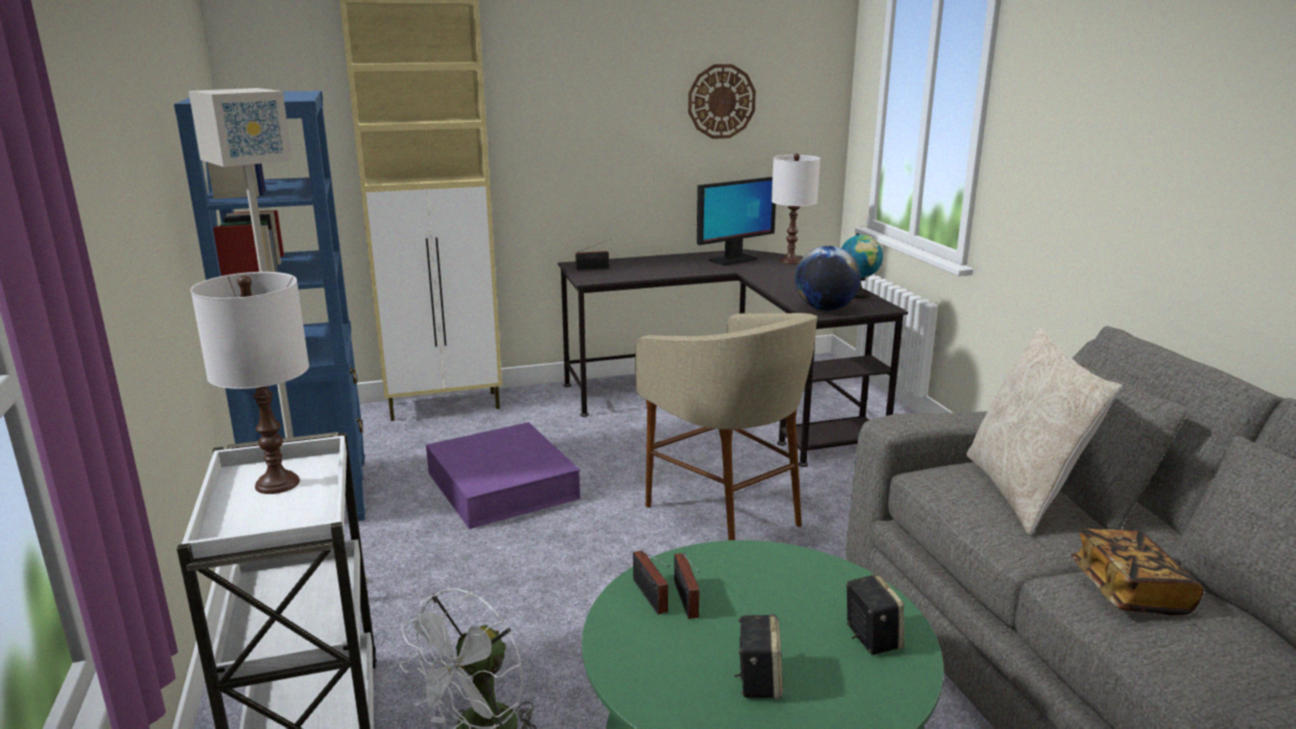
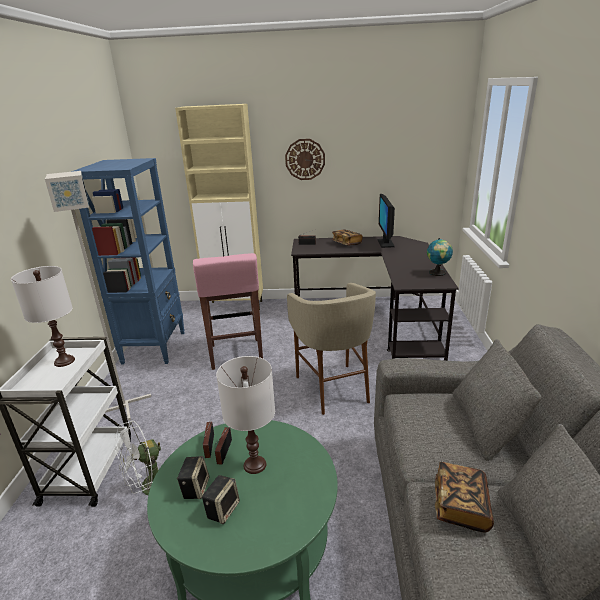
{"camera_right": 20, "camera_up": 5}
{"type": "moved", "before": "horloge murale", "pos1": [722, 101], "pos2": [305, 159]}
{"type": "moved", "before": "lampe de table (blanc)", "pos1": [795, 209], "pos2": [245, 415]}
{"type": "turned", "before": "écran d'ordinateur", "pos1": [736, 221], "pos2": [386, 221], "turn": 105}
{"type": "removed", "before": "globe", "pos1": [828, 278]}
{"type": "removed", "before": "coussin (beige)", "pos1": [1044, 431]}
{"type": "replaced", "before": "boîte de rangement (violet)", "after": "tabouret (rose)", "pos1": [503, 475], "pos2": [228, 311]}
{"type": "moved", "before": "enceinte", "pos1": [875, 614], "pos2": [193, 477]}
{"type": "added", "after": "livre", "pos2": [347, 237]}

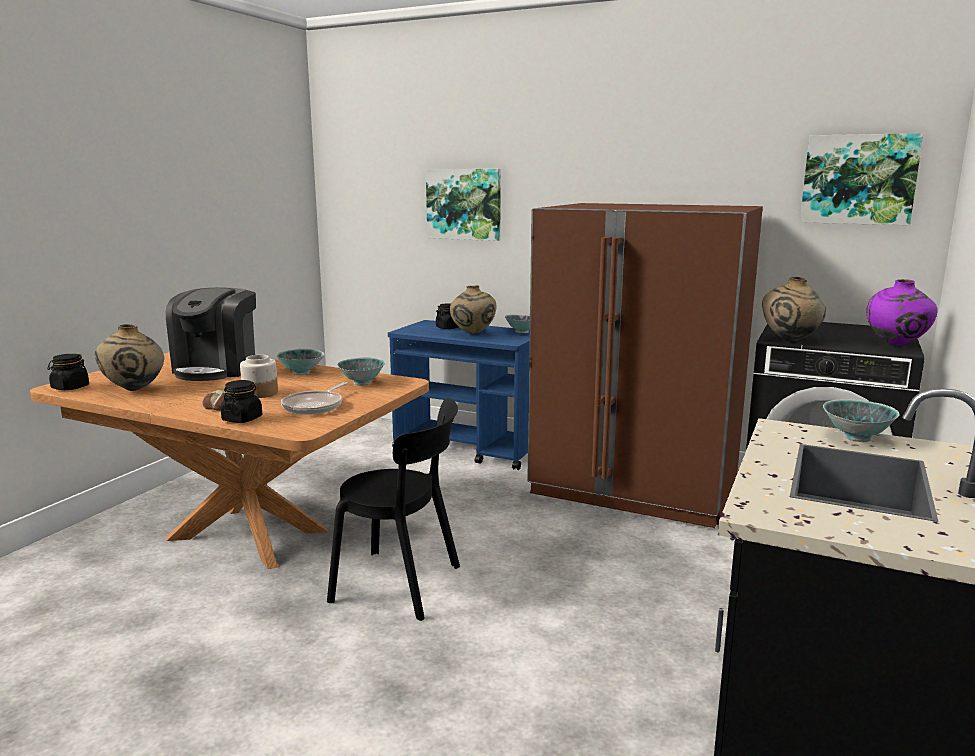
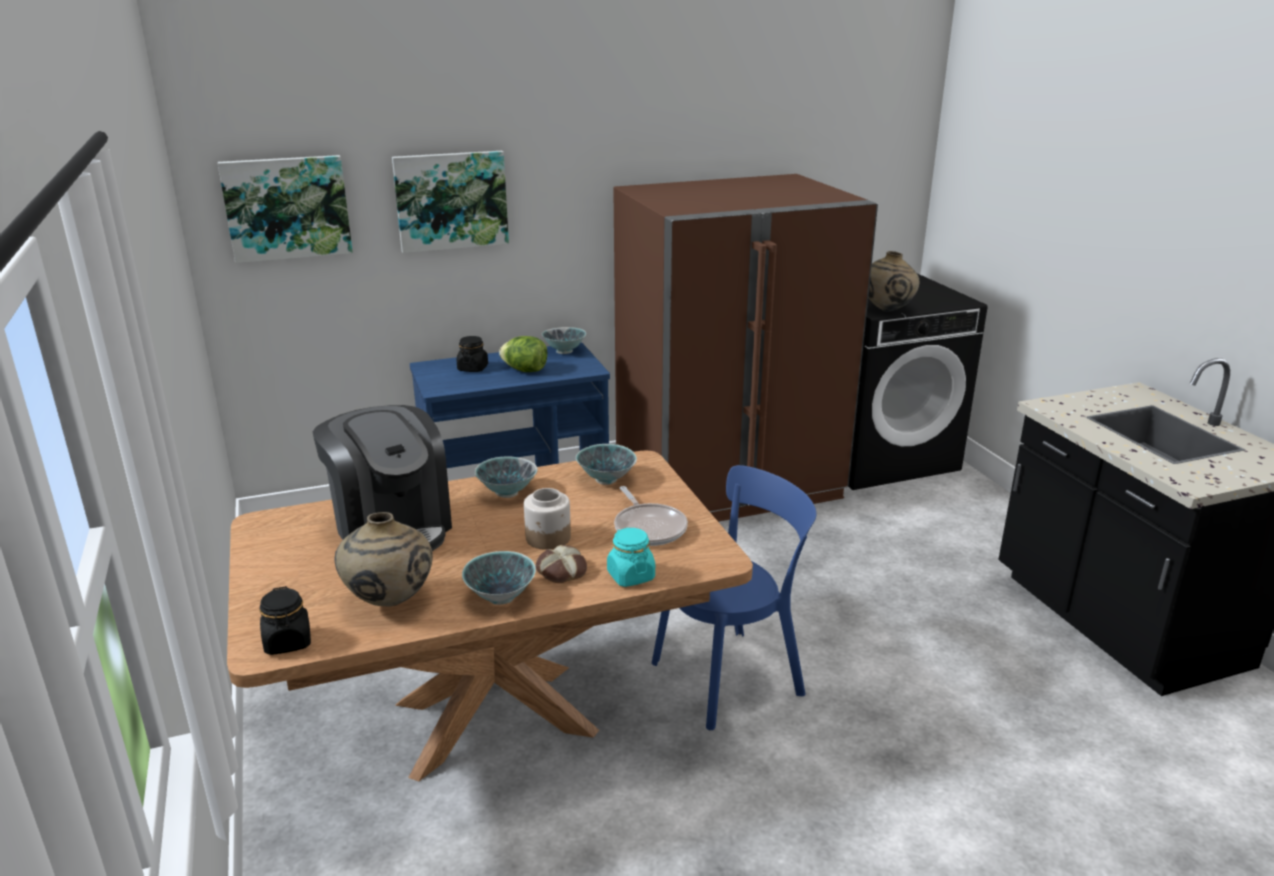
{"camera_right": -45, "camera_up": 10}
{"type": "moved", "before": "tableau", "pos1": [862, 179], "pos2": [285, 209]}
{"type": "removed", "before": "vase (violet)", "pos1": [902, 312]}
{"type": "replaced", "before": "vase (beige)", "after": "laitue", "pos1": [473, 310], "pos2": [523, 354]}
{"type": "recoloured", "before": "bocal (noir)", "after": "bocal (turquoise)", "pos1": [241, 401], "pos2": [631, 557]}
{"type": "recoloured", "before": "chaise (noir)", "after": "chaise (bleu)", "pos1": [393, 509], "pos2": [734, 597]}
{"type": "moved", "before": "bol", "pos1": [861, 420], "pos2": [499, 578]}

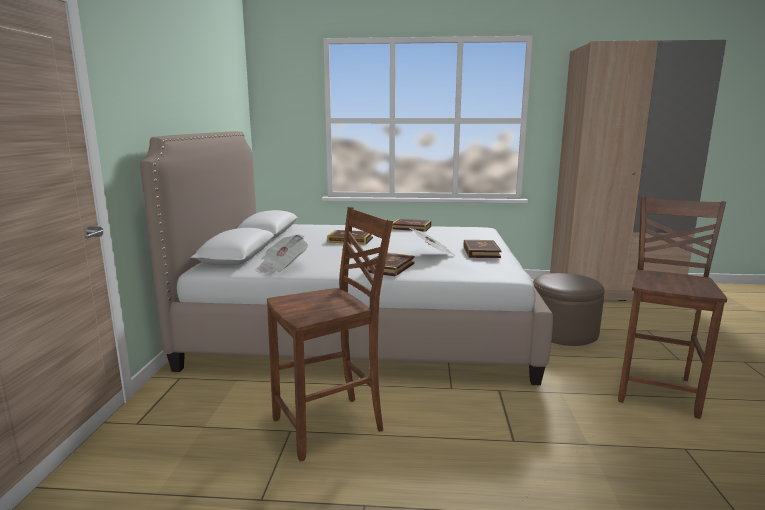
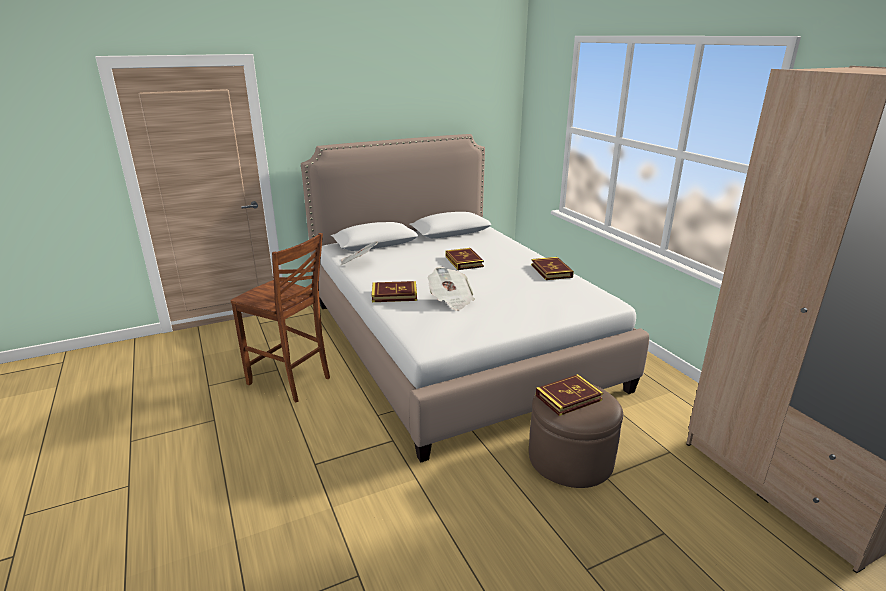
{"camera_right": 60, "camera_up": 10}
{"type": "removed", "before": "chaise (marron)", "pos1": [672, 308]}
{"type": "moved", "before": "livre", "pos1": [482, 249], "pos2": [569, 395]}

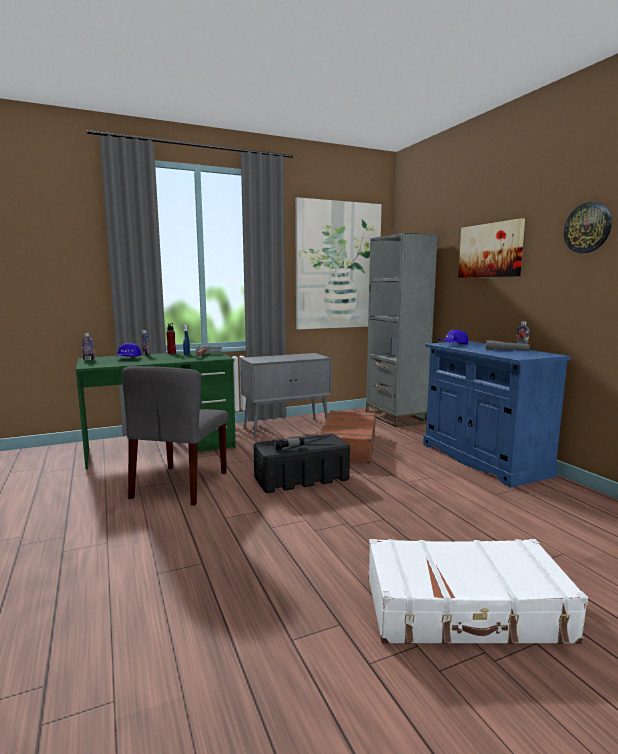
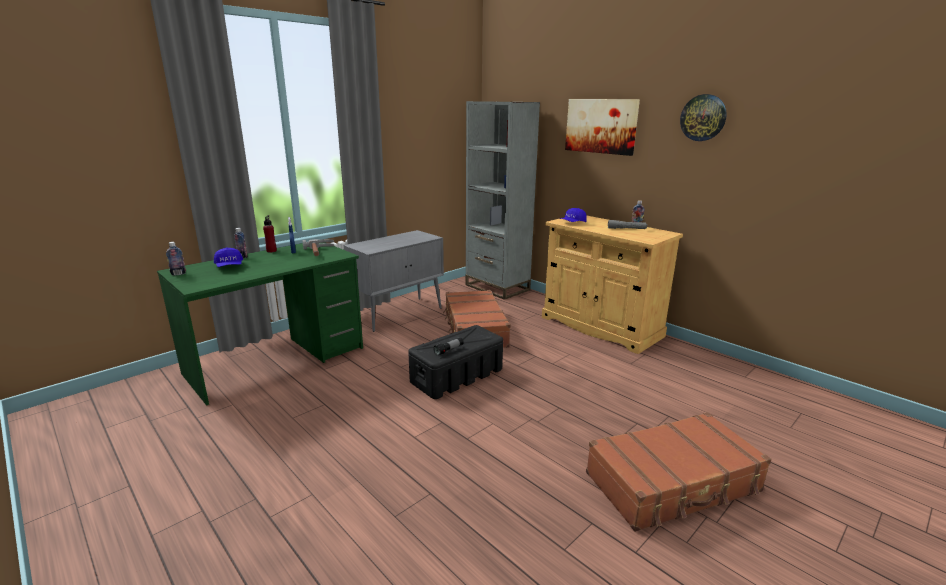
{"camera_right": -20, "camera_up": 10}
{"type": "removed", "before": "tableau", "pos1": [338, 263]}
{"type": "recoloured", "before": "meuble de rangement (bleu)", "after": "meuble de rangement (beige)", "pos1": [497, 414], "pos2": [612, 284]}
{"type": "removed", "before": "chaise (gris)", "pos1": [175, 436]}
{"type": "recoloured", "before": "valise (blanc)", "after": "valise (marron)", "pos1": [478, 591], "pos2": [678, 472]}

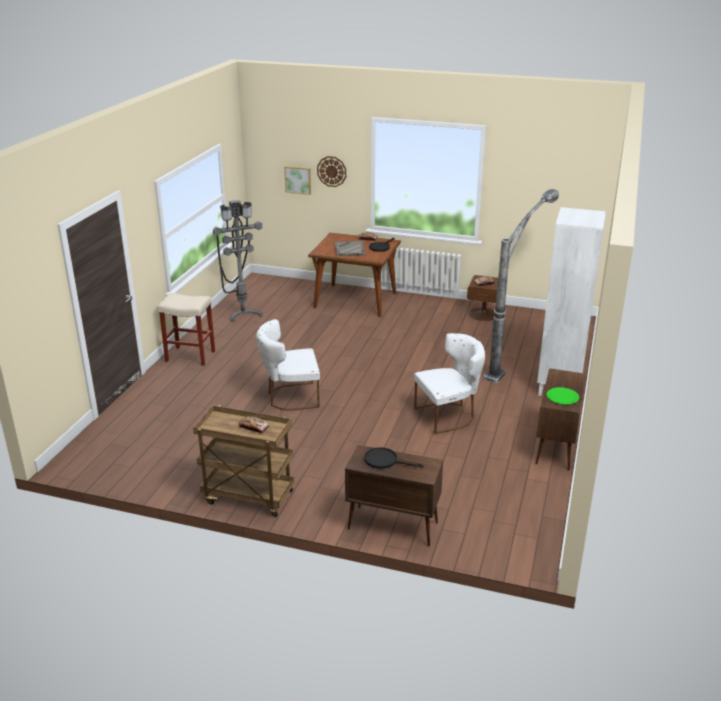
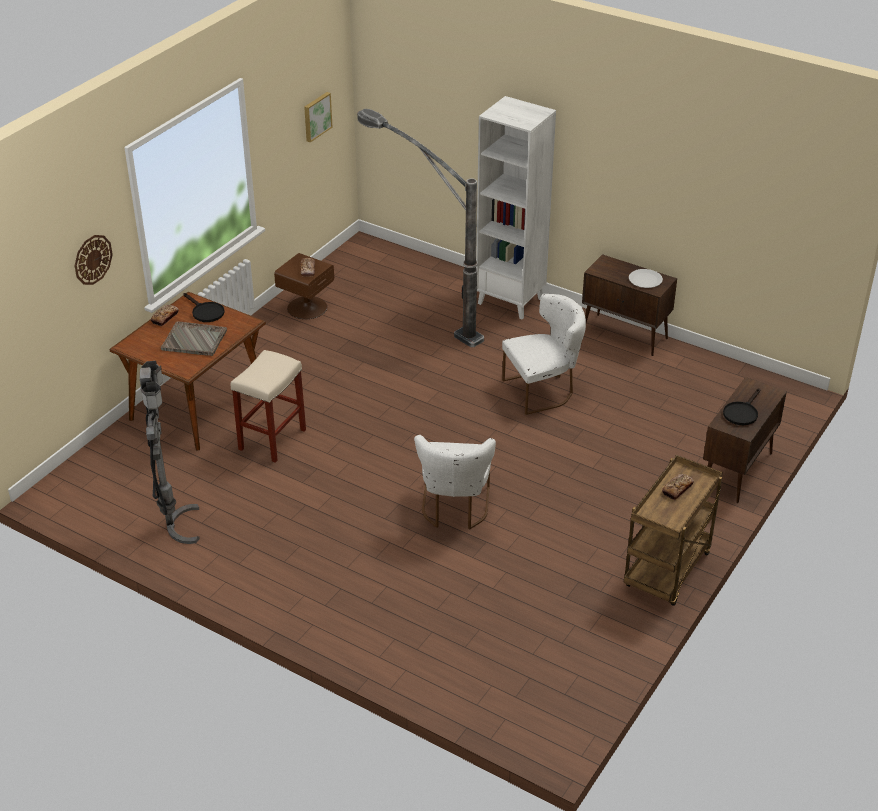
{"camera_right": -75, "camera_up": 10}
{"type": "moved", "before": "tableau", "pos1": [297, 180], "pos2": [318, 117]}
{"type": "moved", "before": "tabouret (beige)", "pos1": [186, 329], "pos2": [268, 406]}
{"type": "turned", "before": "chaise (blanc)", "pos1": [449, 383], "pos2": [544, 354], "turn": 75}
{"type": "recoloured", "before": "assiette (vert)", "after": "assiette (blanc)", "pos1": [562, 395], "pos2": [646, 278]}

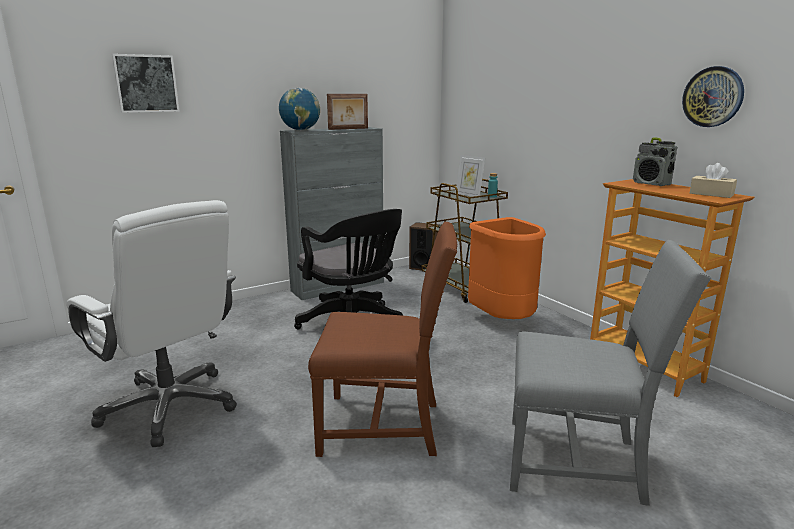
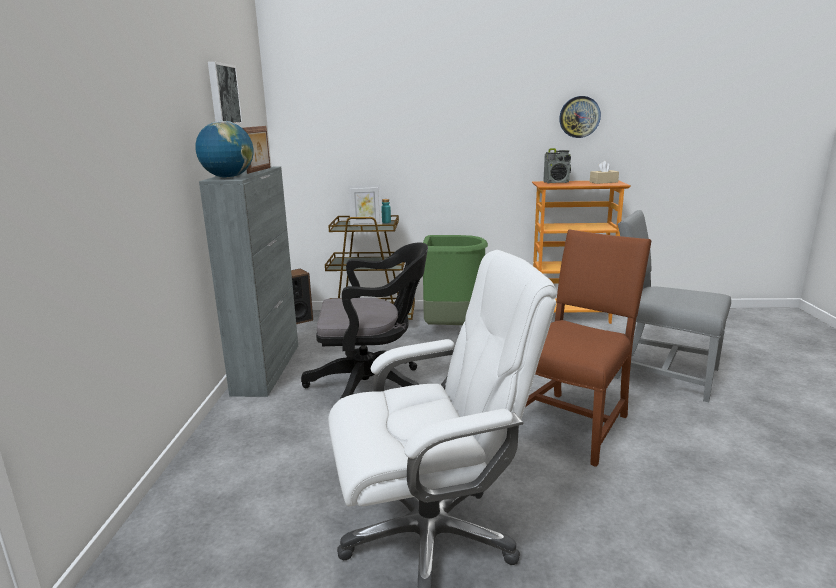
{"camera_right": -55, "camera_up": 0}
{"type": "moved", "before": "tableau", "pos1": [146, 83], "pos2": [225, 93]}
{"type": "recoloured", "before": "poubelle (orange)", "after": "poubelle (vert)", "pos1": [507, 268], "pos2": [455, 280]}
{"type": "turned", "before": "chaise (gris)", "pos1": [610, 373], "pos2": [672, 306], "turn": -105}

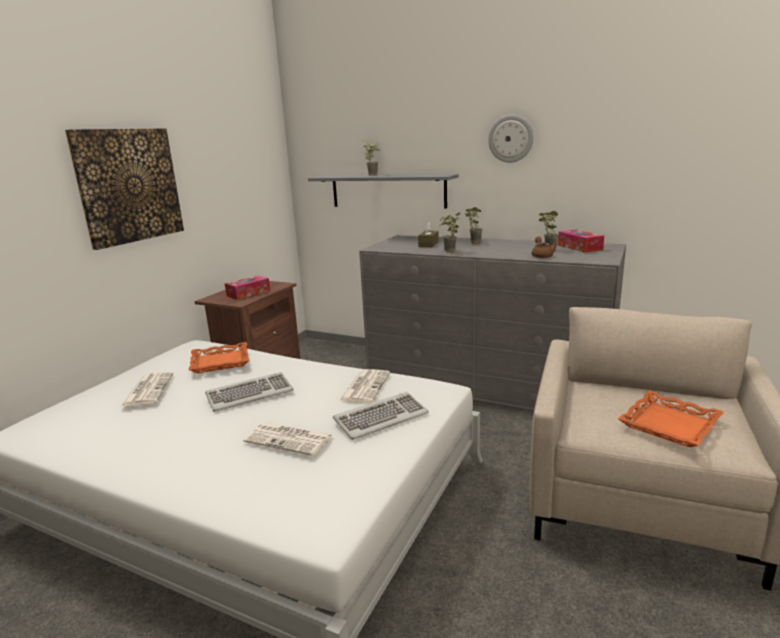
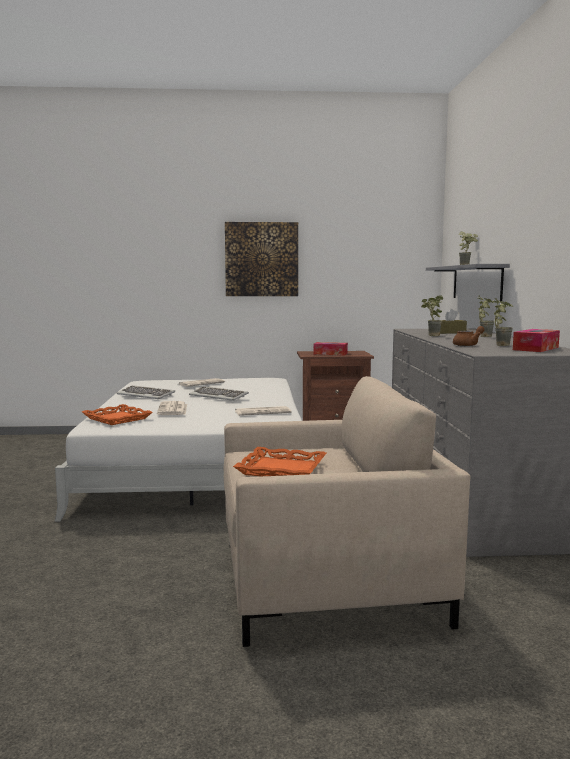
{"camera_right": 60, "camera_up": -10}
{"type": "removed", "before": "horloge murale", "pos1": [511, 139]}
{"type": "moved", "before": "plateau (orange)", "pos1": [219, 357], "pos2": [117, 414]}
{"type": "moved", "before": "clavier", "pos1": [381, 416], "pos2": [145, 392]}

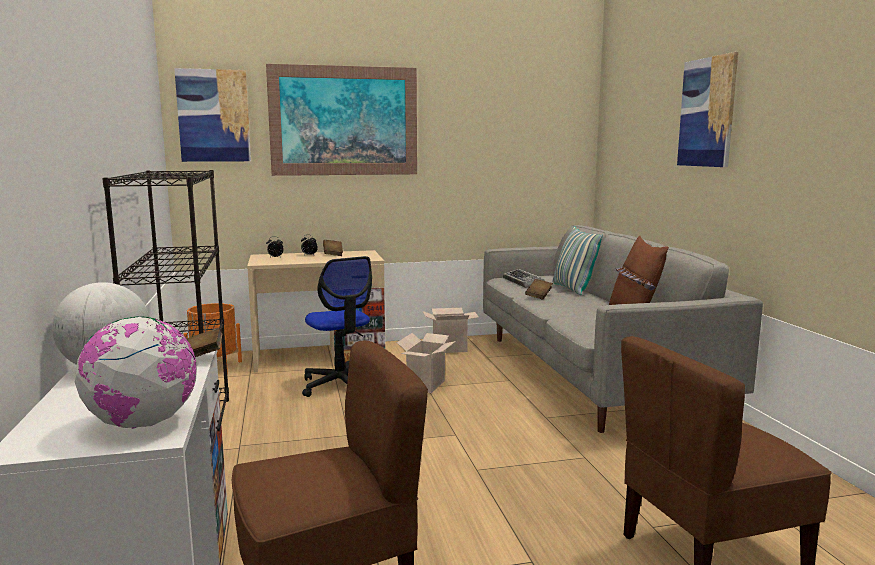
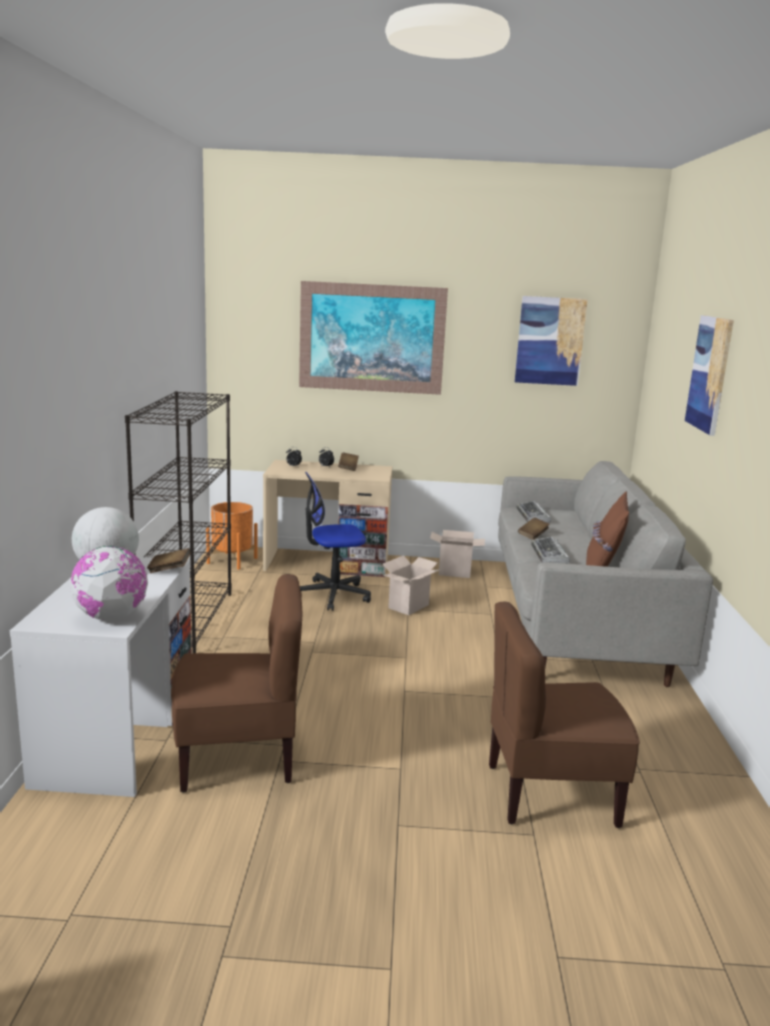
{"camera_right": 15, "camera_up": 5}
{"type": "moved", "before": "tableau", "pos1": [212, 115], "pos2": [551, 341]}
{"type": "removed", "before": "coussin", "pos1": [578, 260]}
{"type": "turned", "before": "chaise de bureau", "pos1": [337, 326], "pos2": [335, 541], "turn": 90}
{"type": "added", "after": "clavier", "pos2": [550, 550]}

